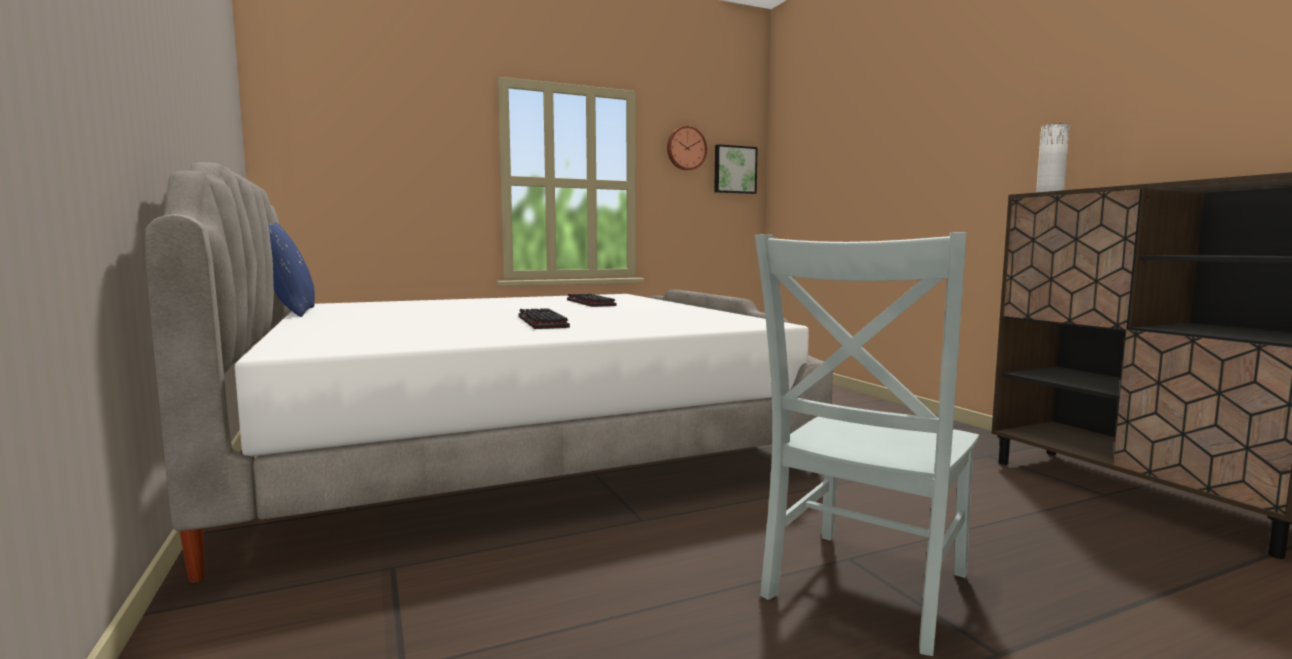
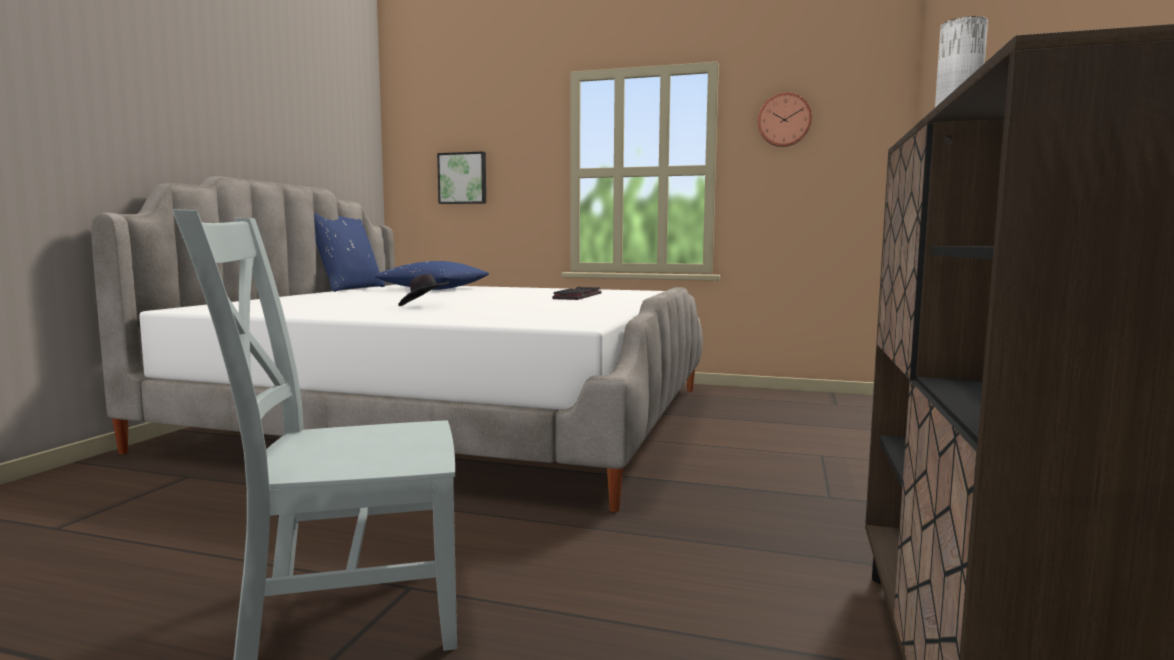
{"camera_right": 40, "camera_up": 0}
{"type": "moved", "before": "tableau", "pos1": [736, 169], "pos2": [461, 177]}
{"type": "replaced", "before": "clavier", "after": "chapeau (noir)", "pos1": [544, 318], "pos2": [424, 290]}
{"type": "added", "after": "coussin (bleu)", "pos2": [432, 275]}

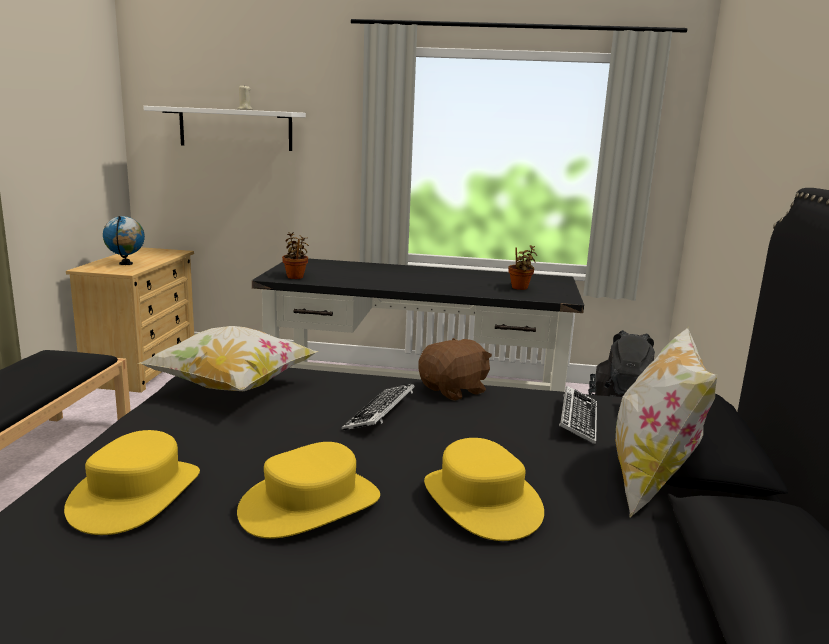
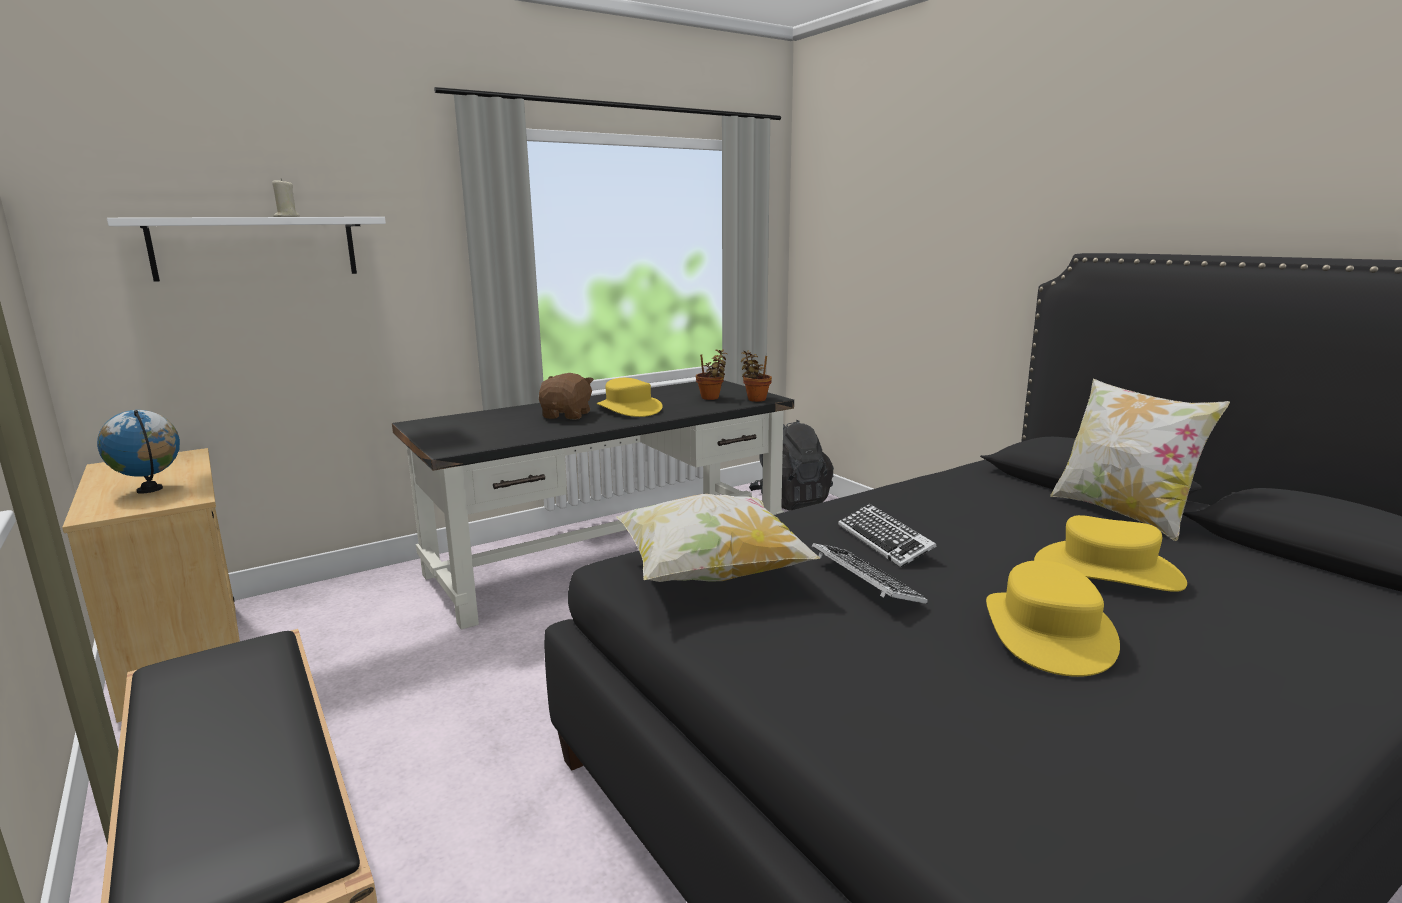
{"camera_right": -40, "camera_up": 0}
{"type": "moved", "before": "plante en pot", "pos1": [295, 255], "pos2": [756, 376]}
{"type": "moved", "before": "peluche (marron)", "pos1": [455, 369], "pos2": [566, 396]}
{"type": "moved", "before": "clavier", "pos1": [578, 415], "pos2": [870, 573]}
{"type": "moved", "before": "chapeau (jaune)", "pos1": [132, 482], "pos2": [630, 397]}

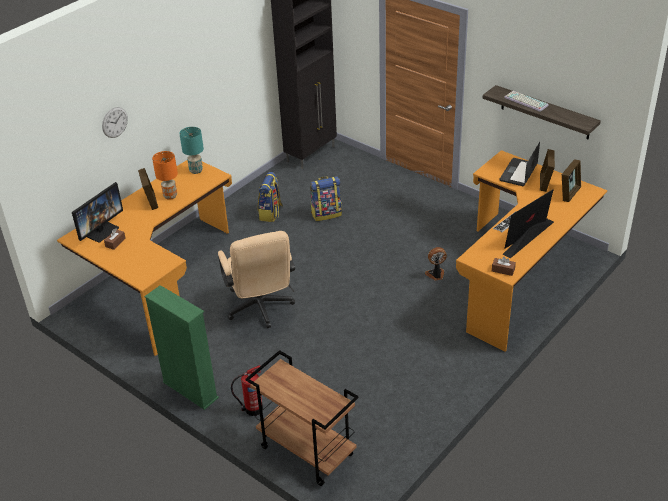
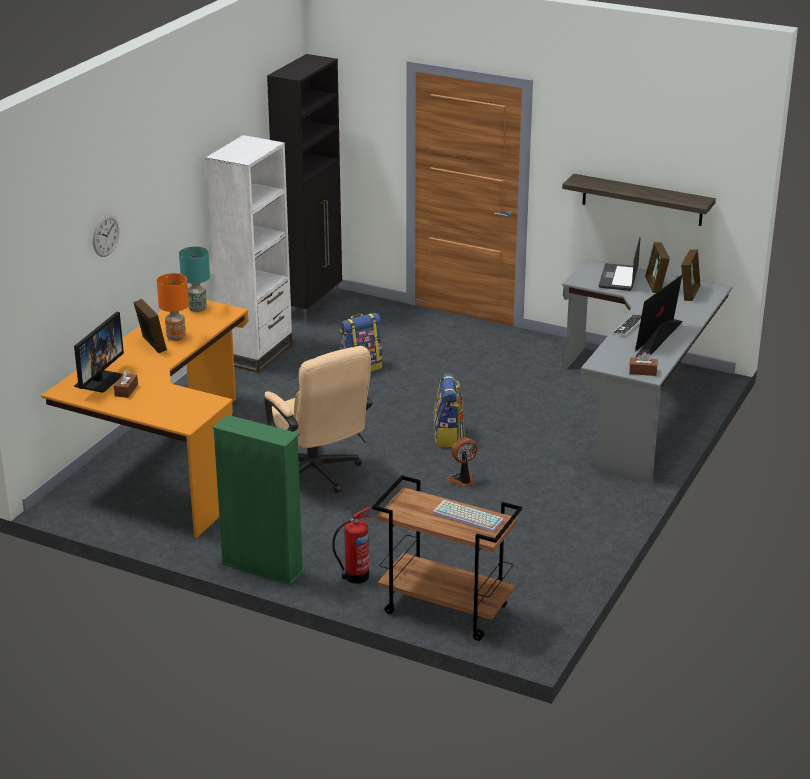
{"camera_right": -15, "camera_up": -10}
{"type": "moved", "before": "clavier", "pos1": [526, 101], "pos2": [468, 516]}
{"type": "recoloured", "before": "bureau (orange)", "after": "bureau (gris)", "pos1": [531, 251], "pos2": [647, 371]}
{"type": "moved", "before": "sac à dos", "pos1": [270, 197], "pos2": [449, 410]}
{"type": "moved", "before": "ventilateur", "pos1": [436, 264], "pos2": [462, 462]}
{"type": "added", "after": "bibliothèque (blanc)", "pos2": [249, 254]}

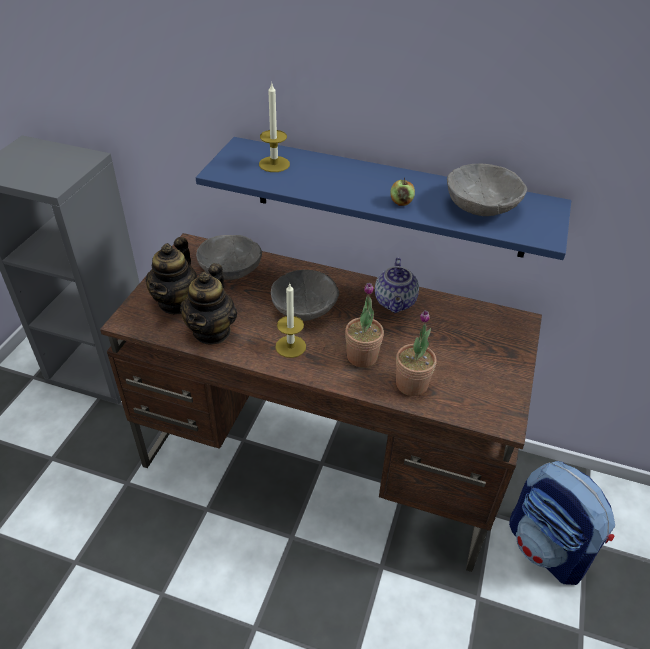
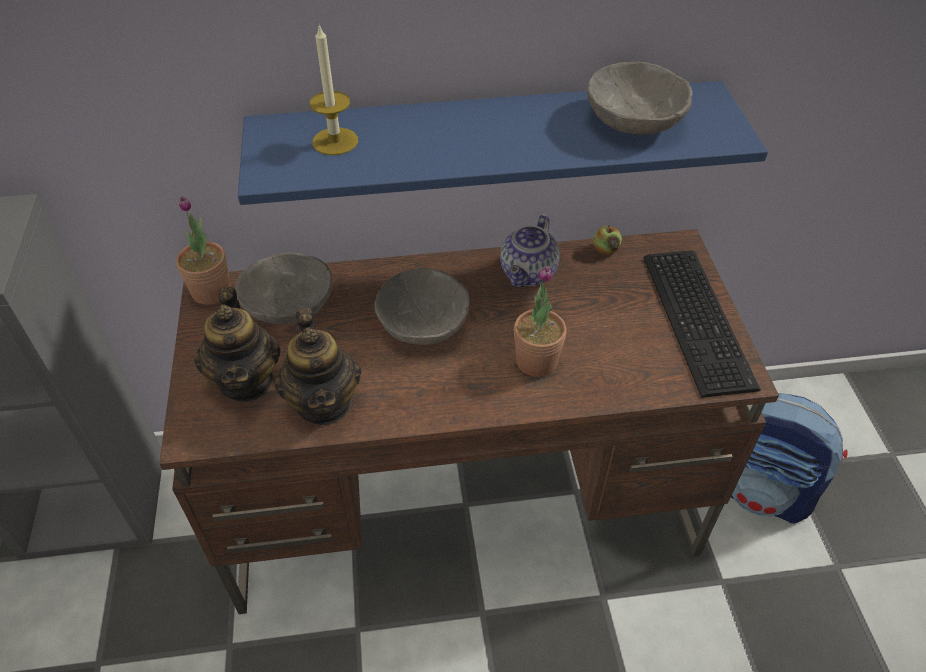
{"camera_right": -25, "camera_up": 5}
{"type": "moved", "before": "pomme", "pos1": [402, 192], "pos2": [607, 240]}
{"type": "turned", "before": "théière", "pos1": [397, 285], "pos2": [530, 250], "turn": 45}
{"type": "removed", "before": "bougie", "pos1": [290, 321]}
{"type": "moved", "before": "plante en pot", "pos1": [416, 353], "pos2": [203, 250]}
{"type": "added", "after": "clavier", "pos2": [702, 324]}

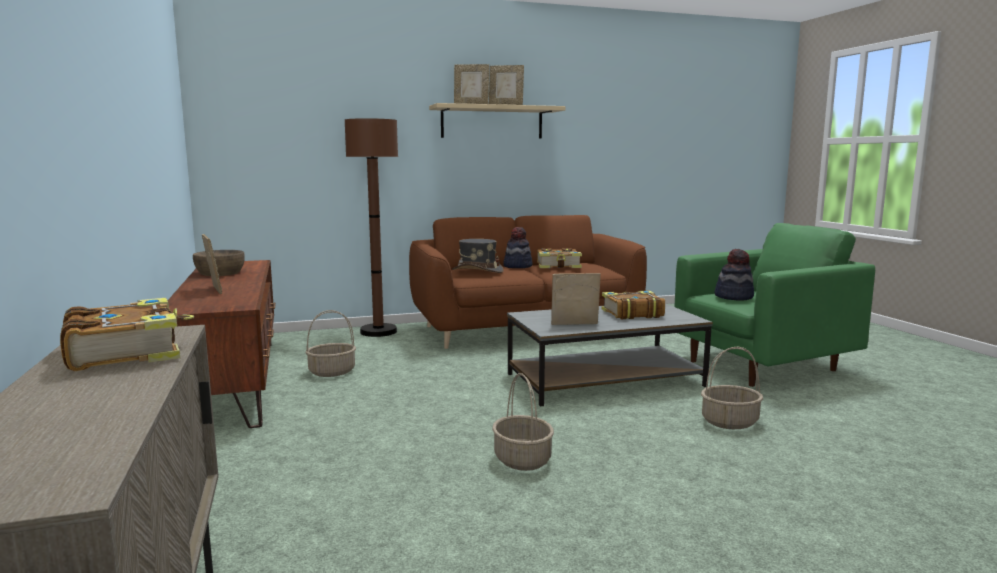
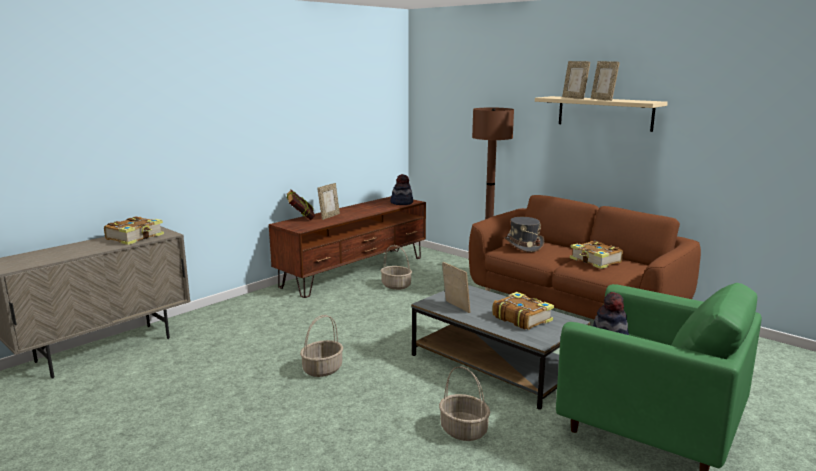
{"camera_right": 60, "camera_up": 5}
{"type": "moved", "before": "chapeau", "pos1": [518, 247], "pos2": [401, 189]}
{"type": "removed", "before": "bol (marron)", "pos1": [219, 263]}
{"type": "added", "after": "livre", "pos2": [301, 204]}

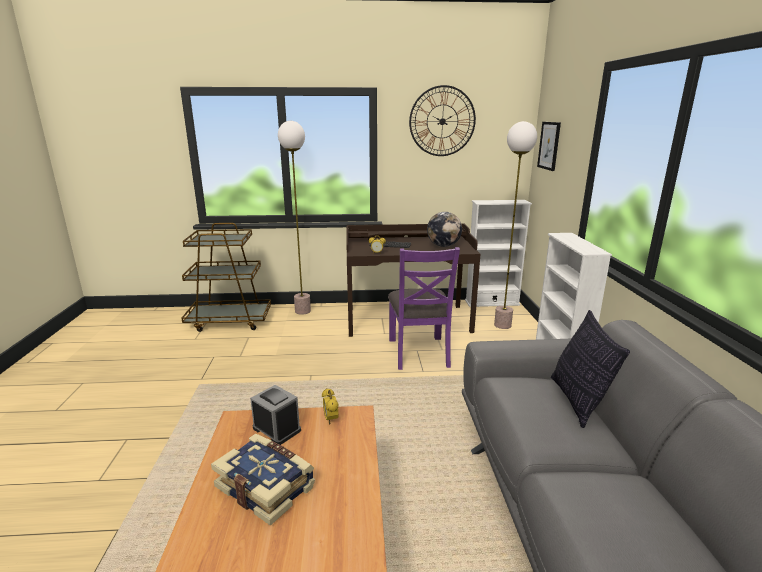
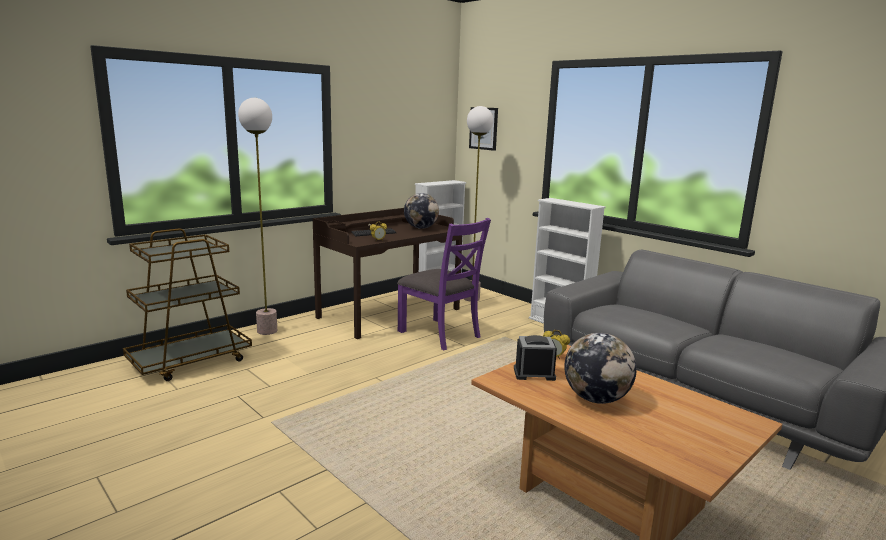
{"camera_right": -40, "camera_up": -5}
{"type": "removed", "before": "horloge murale", "pos1": [442, 120]}
{"type": "removed", "before": "coussin", "pos1": [590, 369]}
{"type": "replaced", "before": "livre", "after": "globe", "pos1": [263, 479], "pos2": [600, 368]}

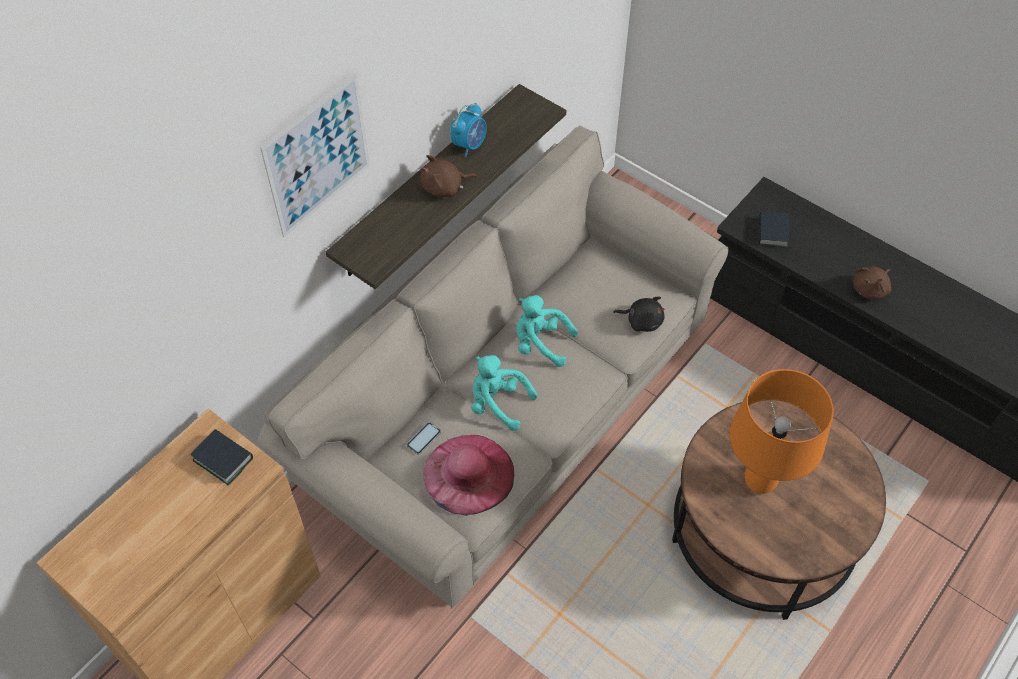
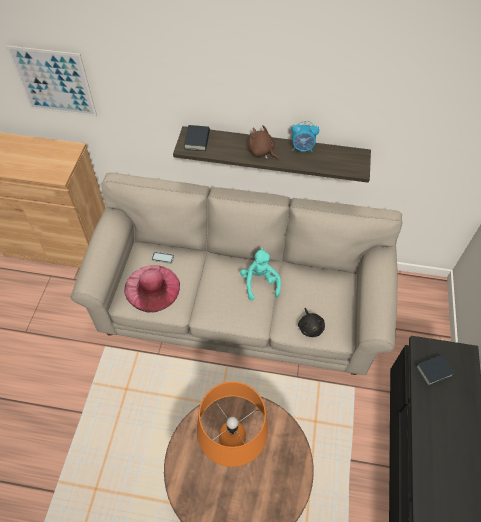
{"camera_right": 60, "camera_up": 0}
{"type": "moved", "before": "tableau", "pos1": [315, 155], "pos2": [51, 81]}
{"type": "removed", "before": "peluche (marron)", "pos1": [872, 283]}
{"type": "removed", "before": "peluche (turquoise)", "pos1": [504, 393]}
{"type": "moved", "before": "livre", "pos1": [221, 457], "pos2": [197, 138]}

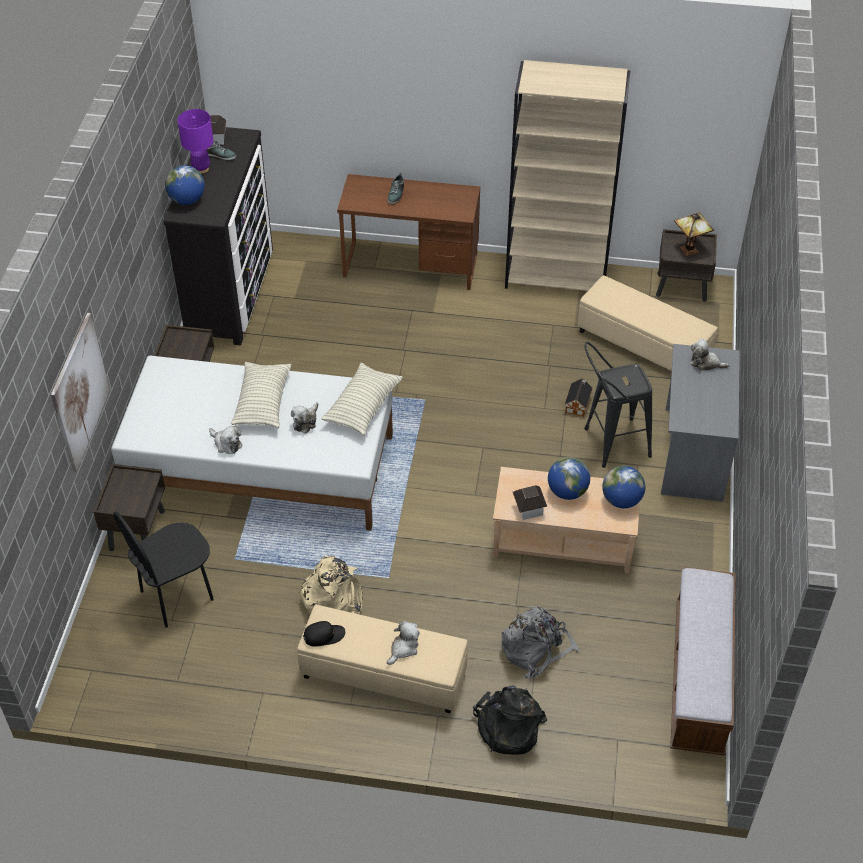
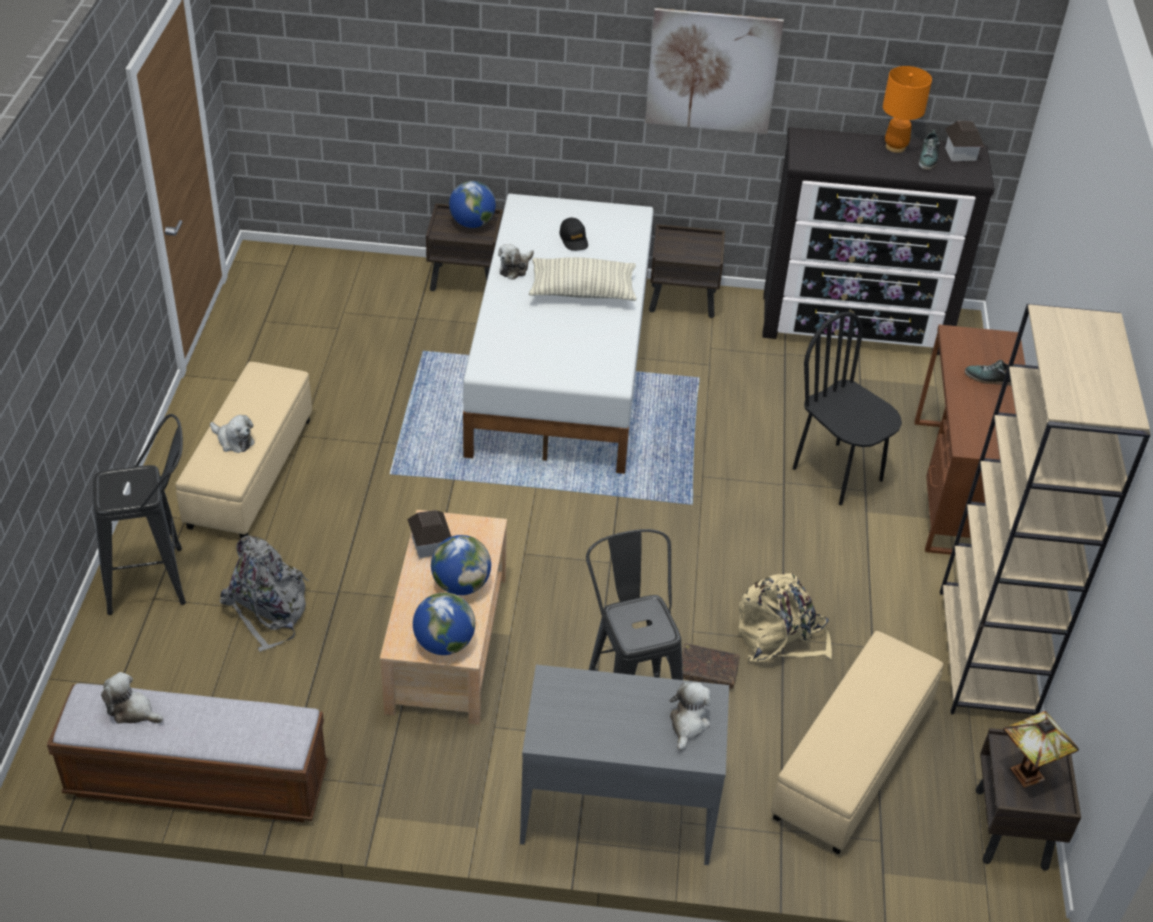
{"camera_right": 85, "camera_up": -5}
{"type": "recoloured", "before": "lampe de table (violet)", "after": "lampe de table (orange)", "pos1": [196, 141], "pos2": [907, 109]}
{"type": "moved", "before": "globe", "pos1": [185, 185], "pos2": [472, 204]}
{"type": "moved", "before": "tableau", "pos1": [80, 392], "pos2": [714, 71]}
{"type": "removed", "before": "coussin", "pos1": [362, 399]}
{"type": "replaced", "before": "maison miniature", "after": "livre (marron)", "pos1": [579, 397], "pos2": [711, 666]}
{"type": "moved", "before": "peluche", "pos1": [304, 418], "pos2": [132, 698]}
{"type": "moved", "before": "chaise (noir)", "pos1": [163, 569], "pos2": [847, 408]}
{"type": "moved", "before": "sac à dos (beige)", "pos1": [330, 585], "pos2": [785, 617]}
{"type": "moved", "before": "casquette (noir)", "pos1": [324, 634], "pos2": [573, 234]}
{"type": "replaced", "before": "sac à dos (noir)", "after": "tabouret (noir)", "pos1": [510, 720], "pos2": [139, 514]}

